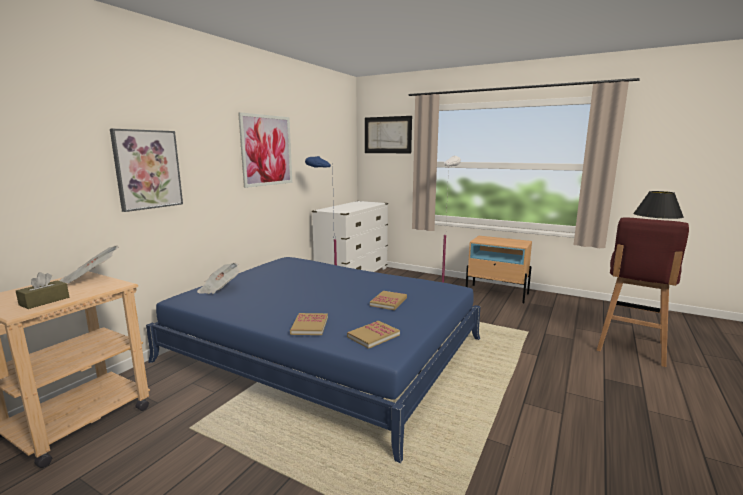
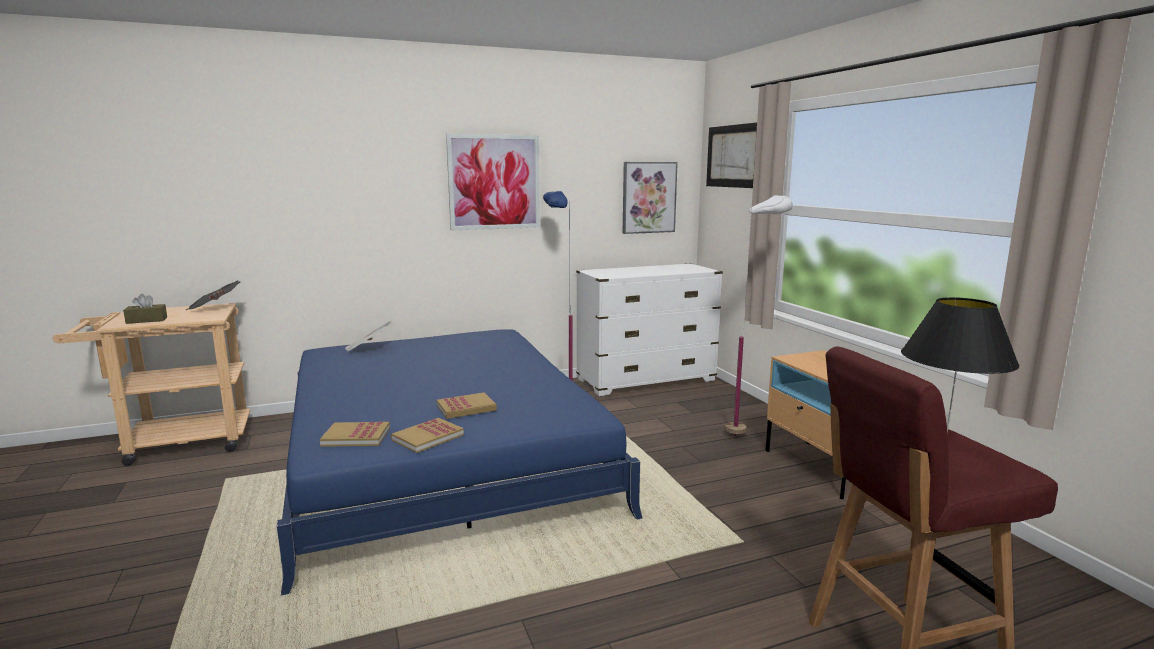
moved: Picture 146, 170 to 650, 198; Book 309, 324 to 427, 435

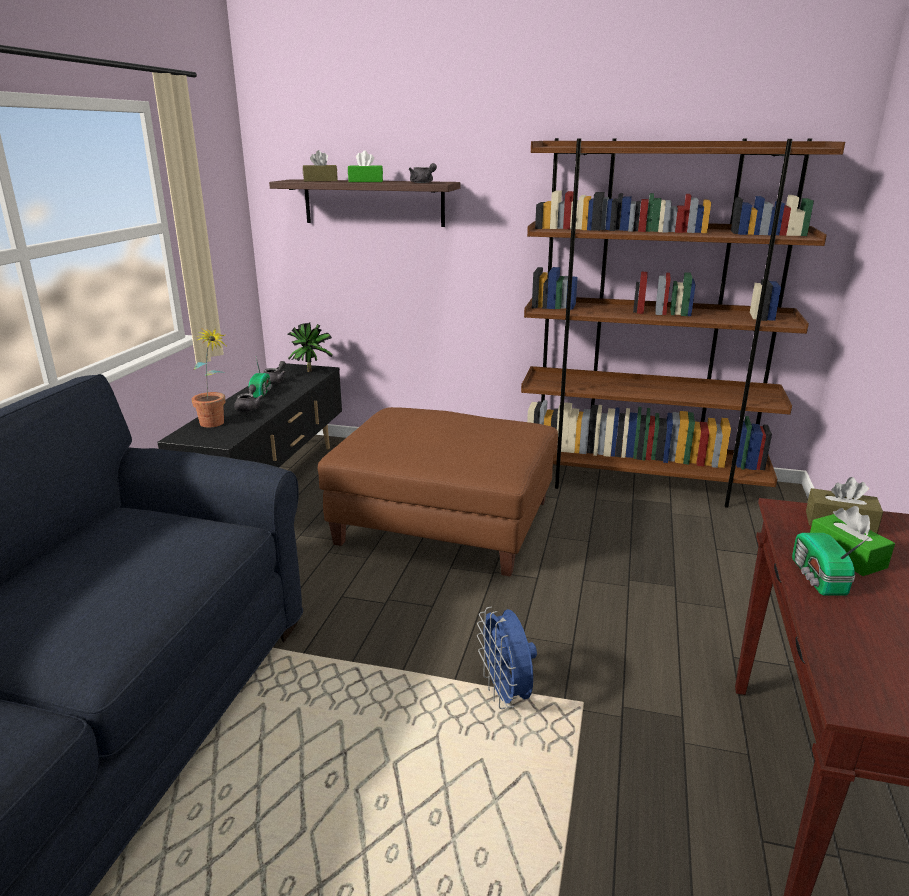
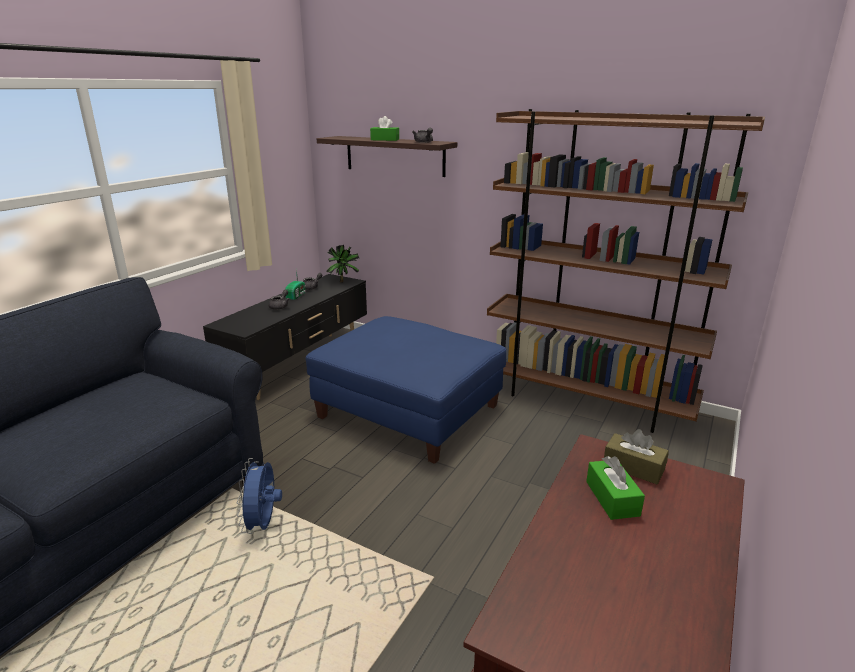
removed: PottedPlant 209, 377; BrownTissueBox 320, 166; Radio 831, 564
moved: BlueFan 507, 658 to 259, 496
recoloured: BrownOttoman 438, 492 to BlueOttoman 406, 390

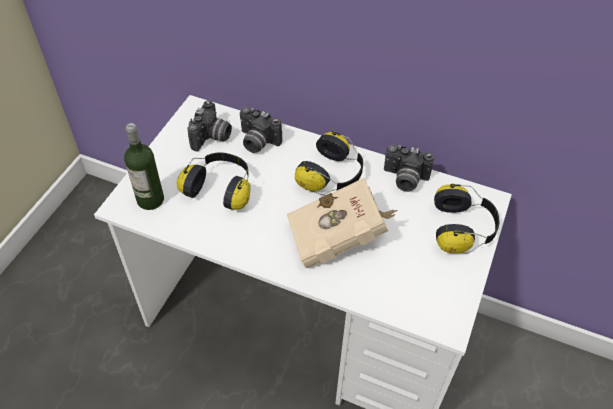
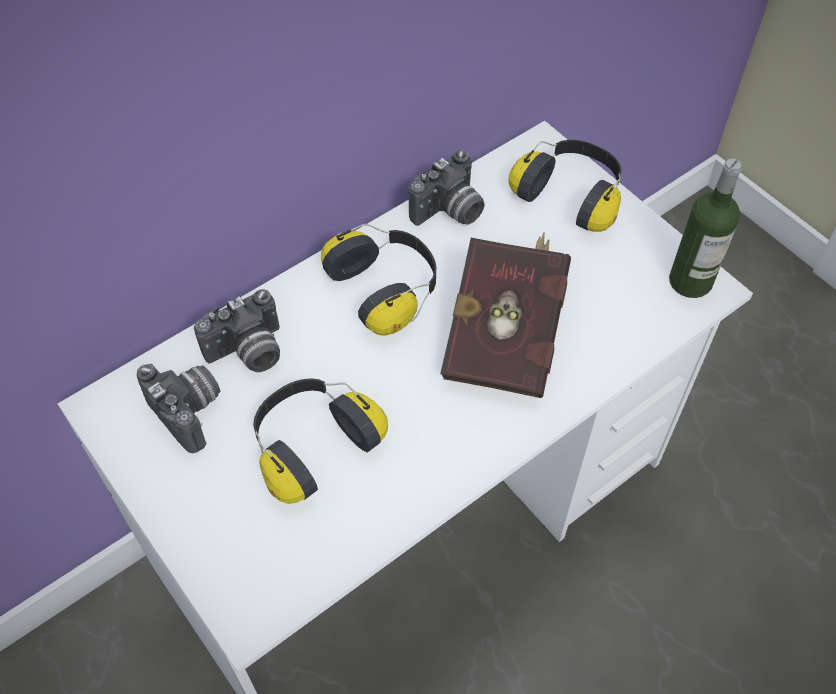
moved: Bottle 144, 166 to 705, 228
recoloured: BeigeBook 342, 223 to RedBook 505, 315

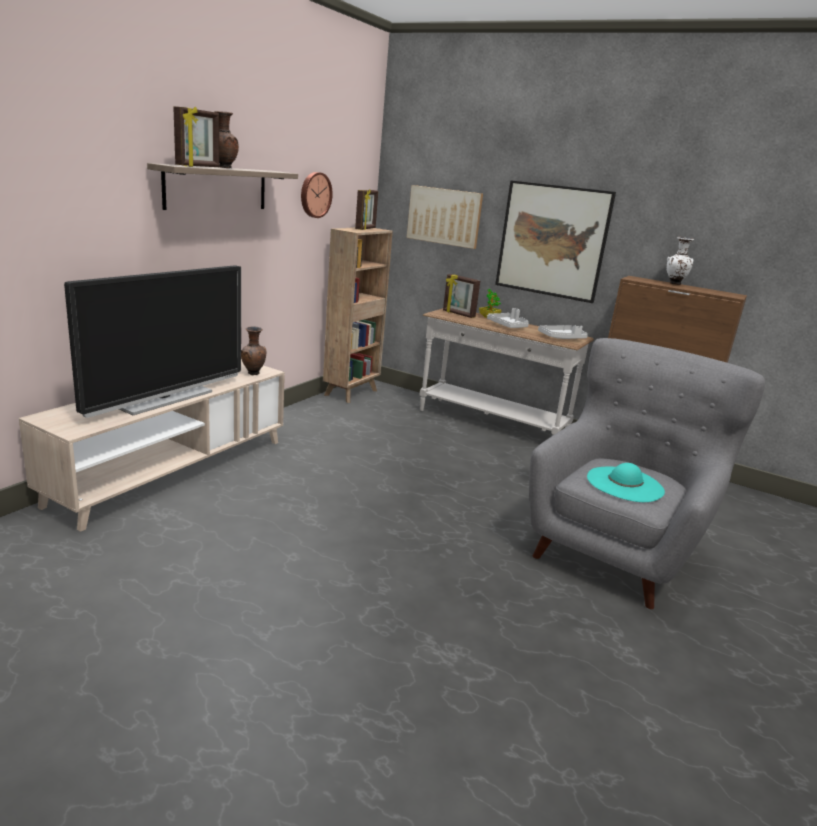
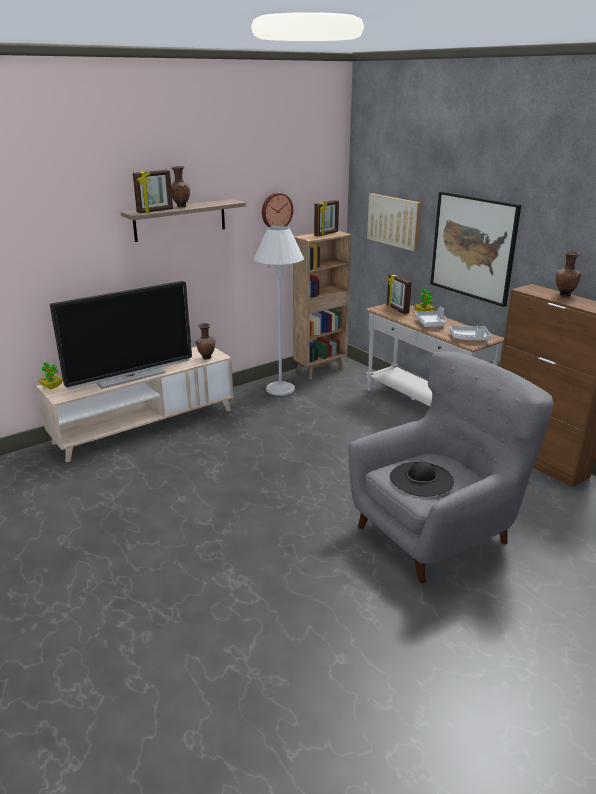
added: PottedPlant 50, 376; WhiteFloorLamp 279, 311
recoloured: TurquoiseHat 626, 482 to BlackHat 422, 479; WhiteVase 680, 261 to BrownVase 568, 274

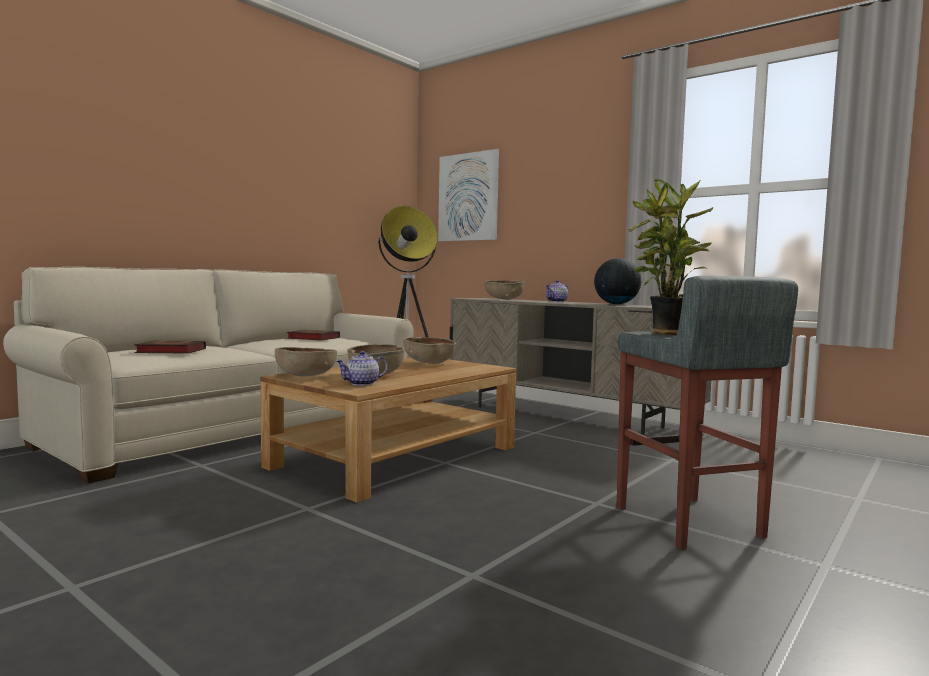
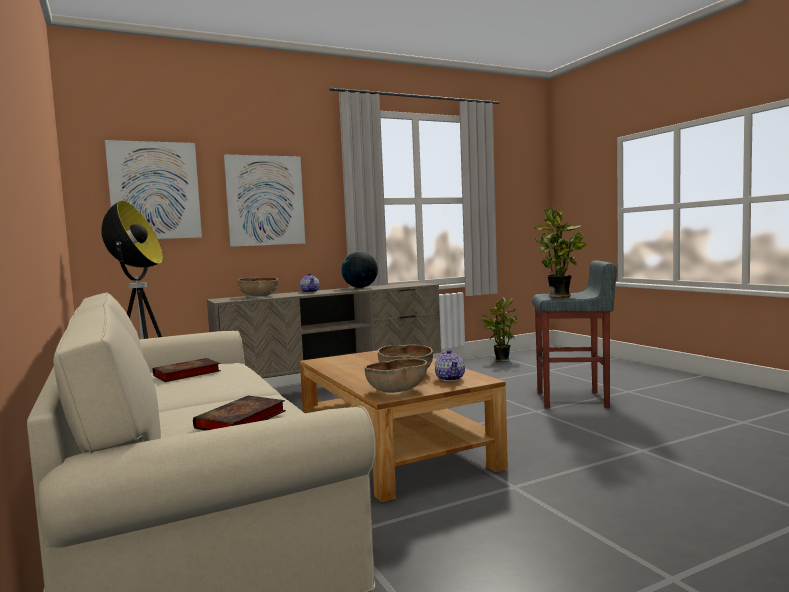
removed: BrownBowl 429, 350
added: Picture 265, 201; PottedPlant 499, 329

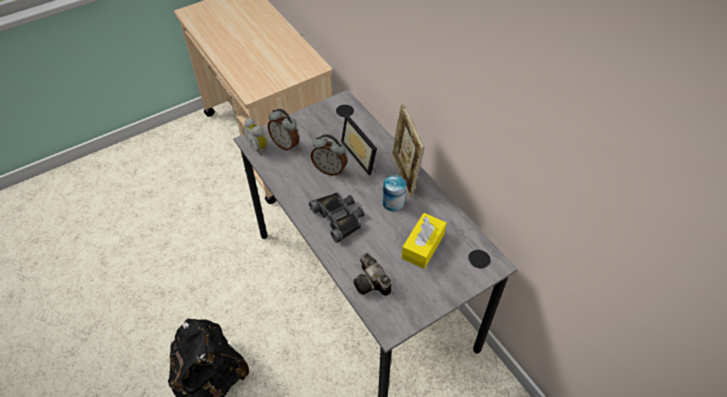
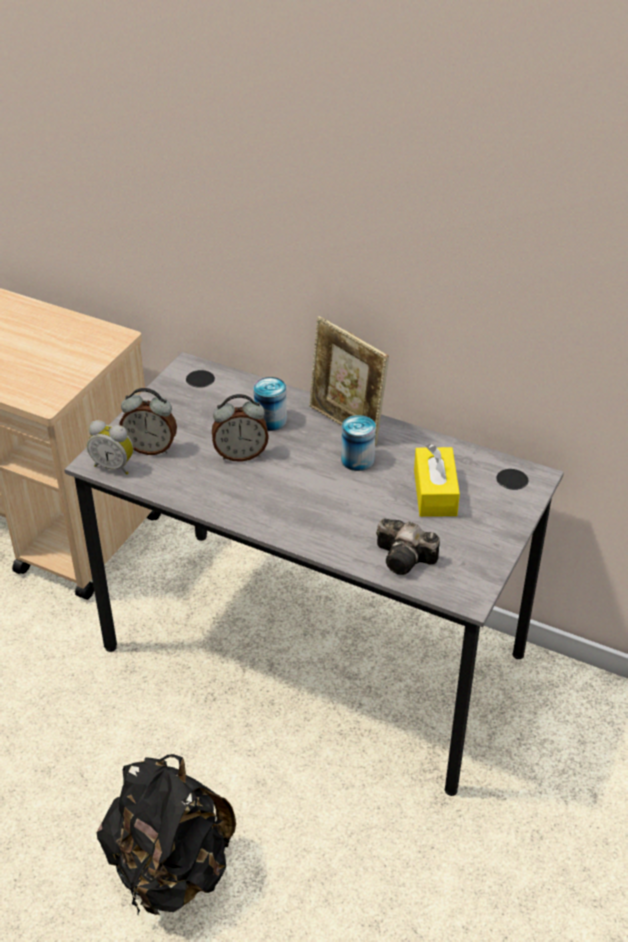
removed: BlackBinoculars 337, 218
replaced: PictureFrame 359, 144 to Can 270, 404

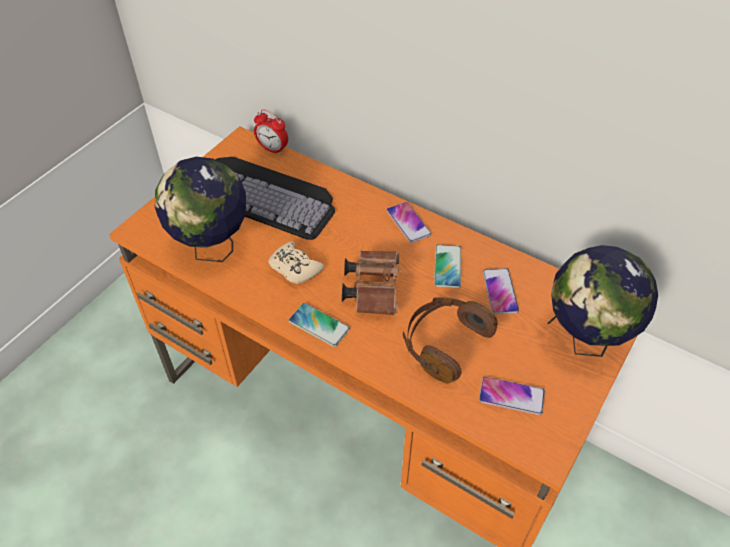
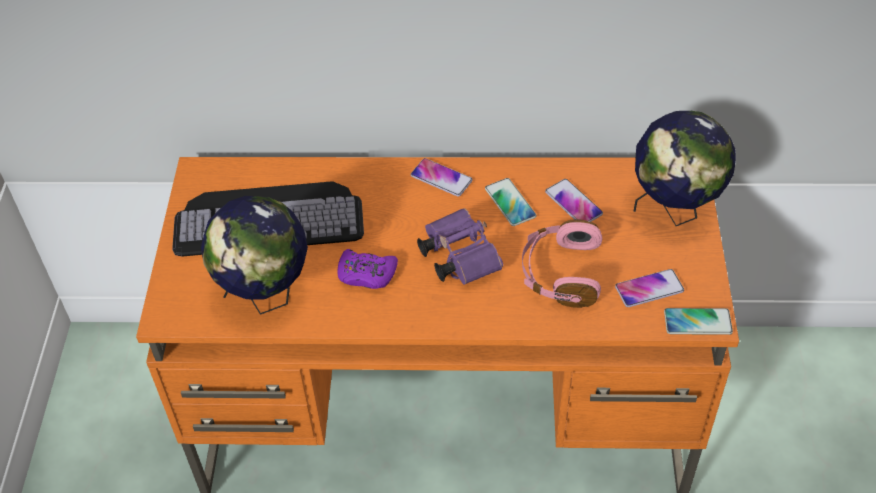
removed: AlarmClock 271, 132
moved: Phone 319, 325 to 698, 321
recoloured: BeigeGameController 296, 263 to PurpleGameController 367, 269; BrownBinoculars 372, 283 to PurpleBinoculars 460, 246; BrownHeadphones 450, 340 to PinkHeadphones 562, 263

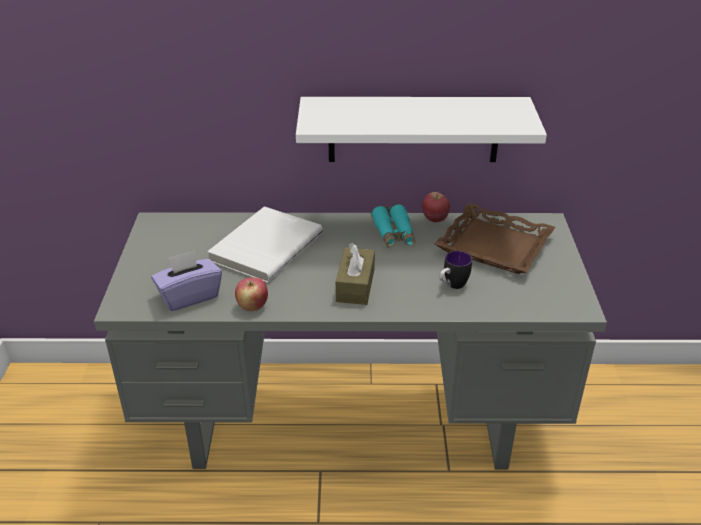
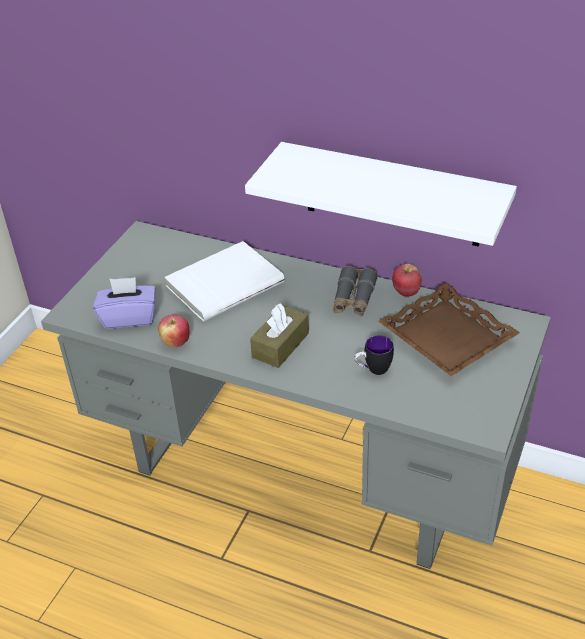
recoloured: TurquoiseBinoculars 393, 226 to GreyBinoculars 355, 291

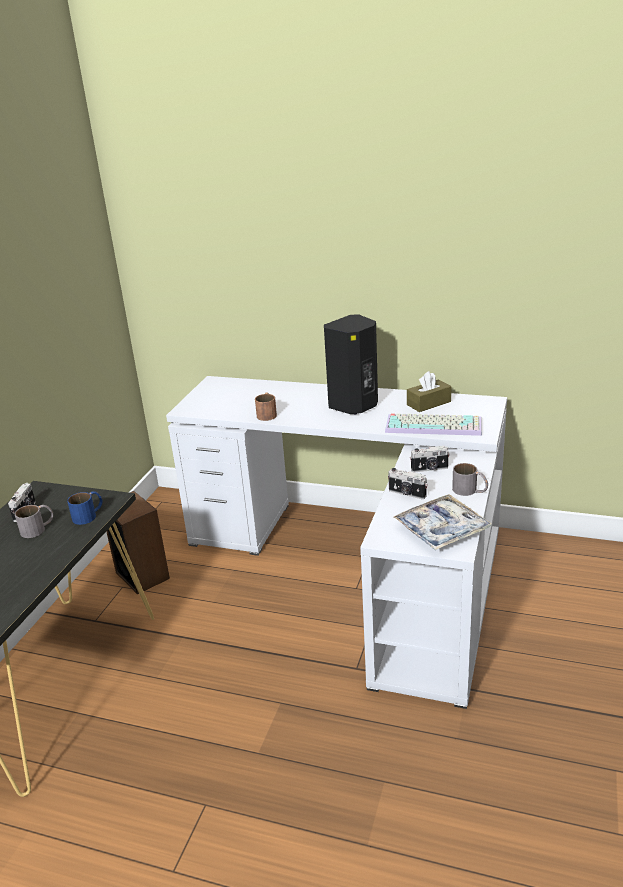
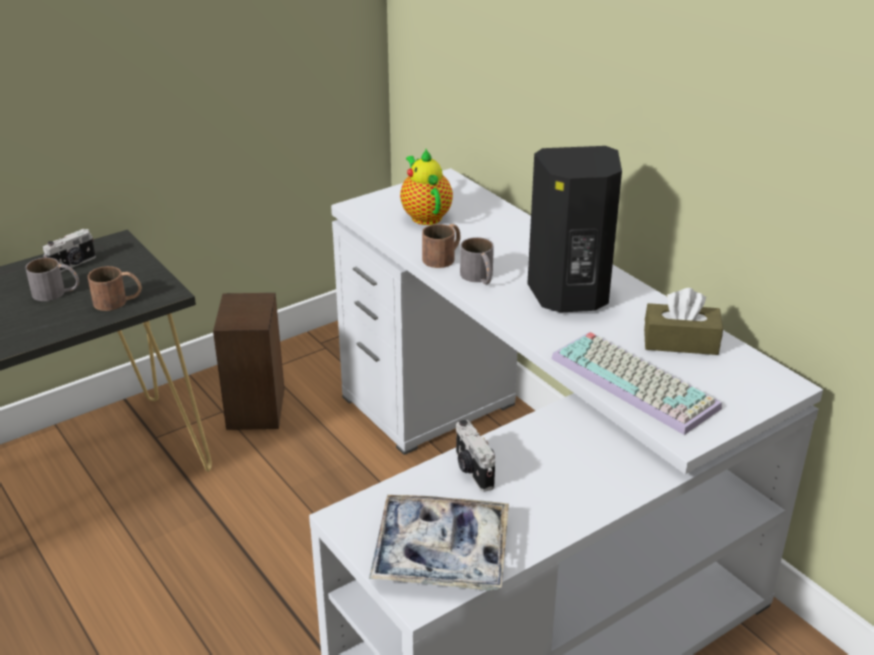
removed: PhotoCamera 430, 459
added: Teapot 426, 187
moved: GreyMug 470, 479 to 477, 260
recoloured: BlueMug 85, 508 to BrownMug 115, 288

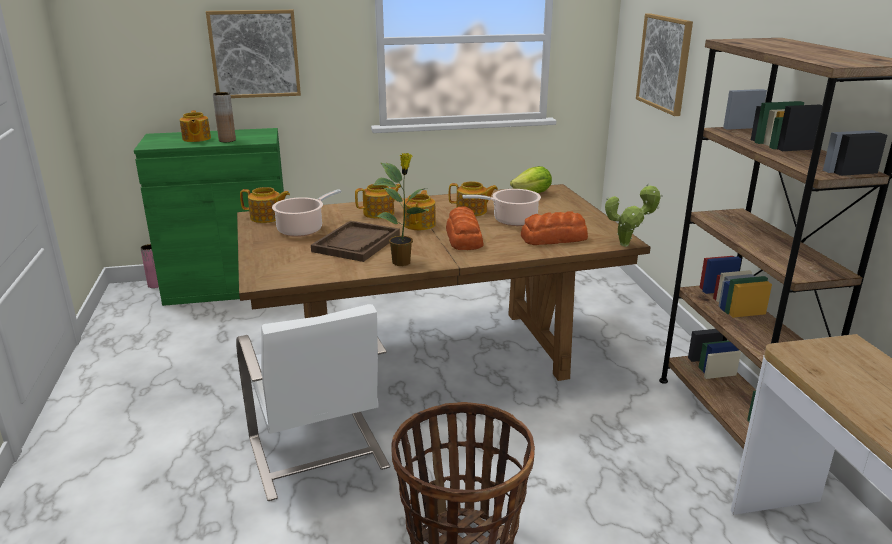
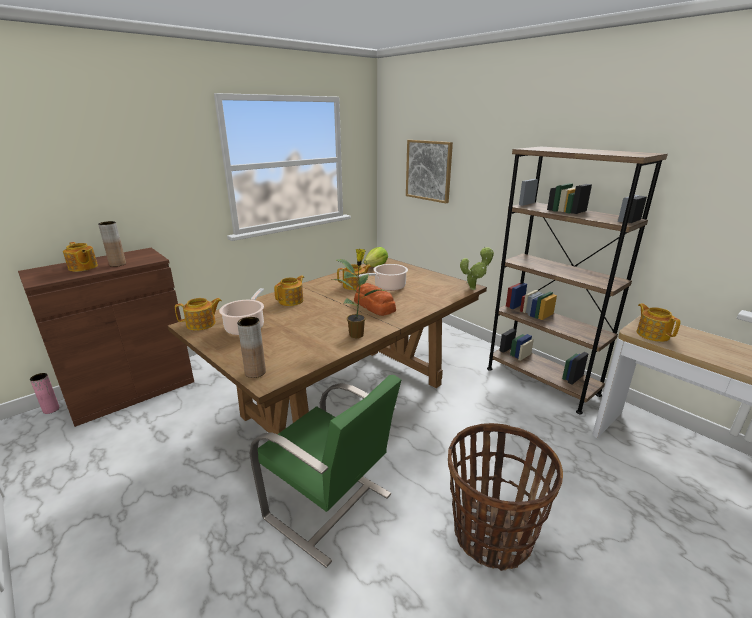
removed: Picture 253, 54; BrownTray 355, 241; Bread 554, 228
added: BrownVase 251, 347
moved: Teapot 419, 210 to 659, 322
recoloured: GreenCabinet 209, 217 to BrownCabinet 106, 337; WhiteChair 313, 402 to GreenChair 325, 471

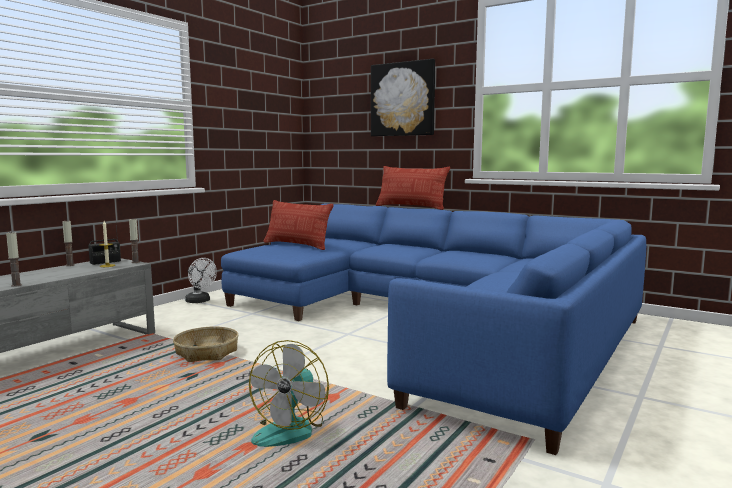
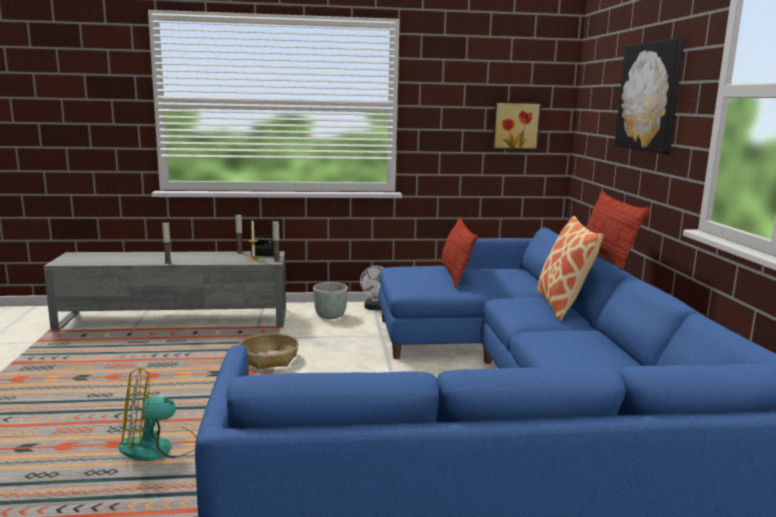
added: GreyPlanter 330, 300; Picture 517, 125; Pillow 570, 268

